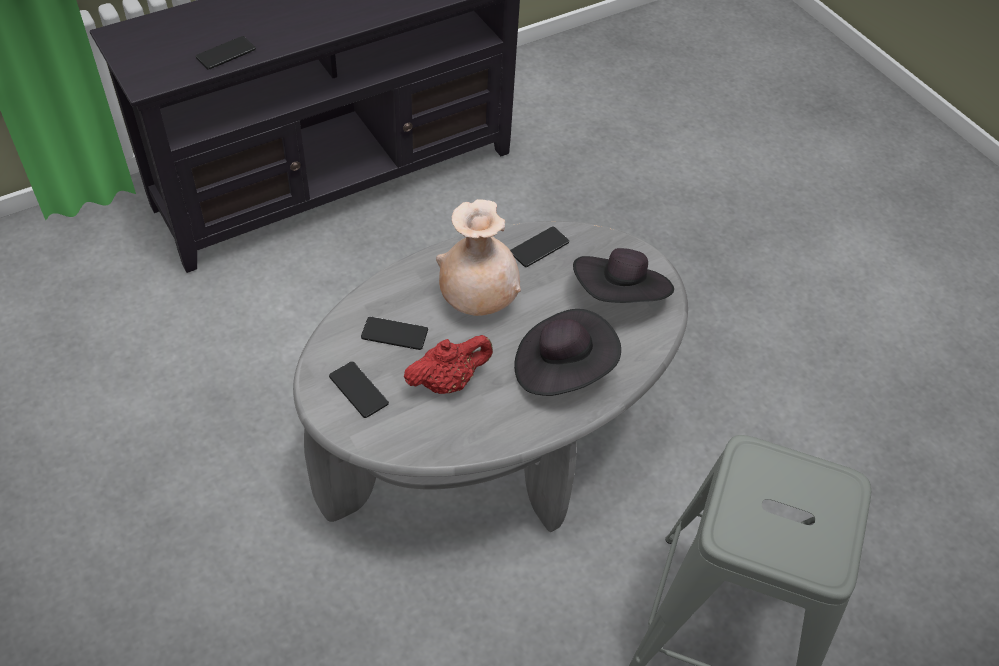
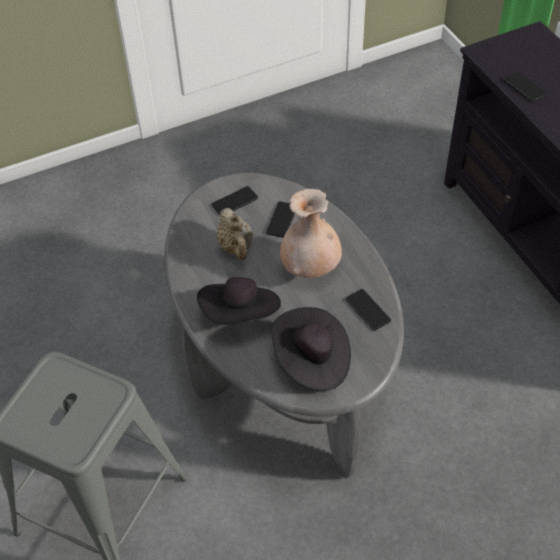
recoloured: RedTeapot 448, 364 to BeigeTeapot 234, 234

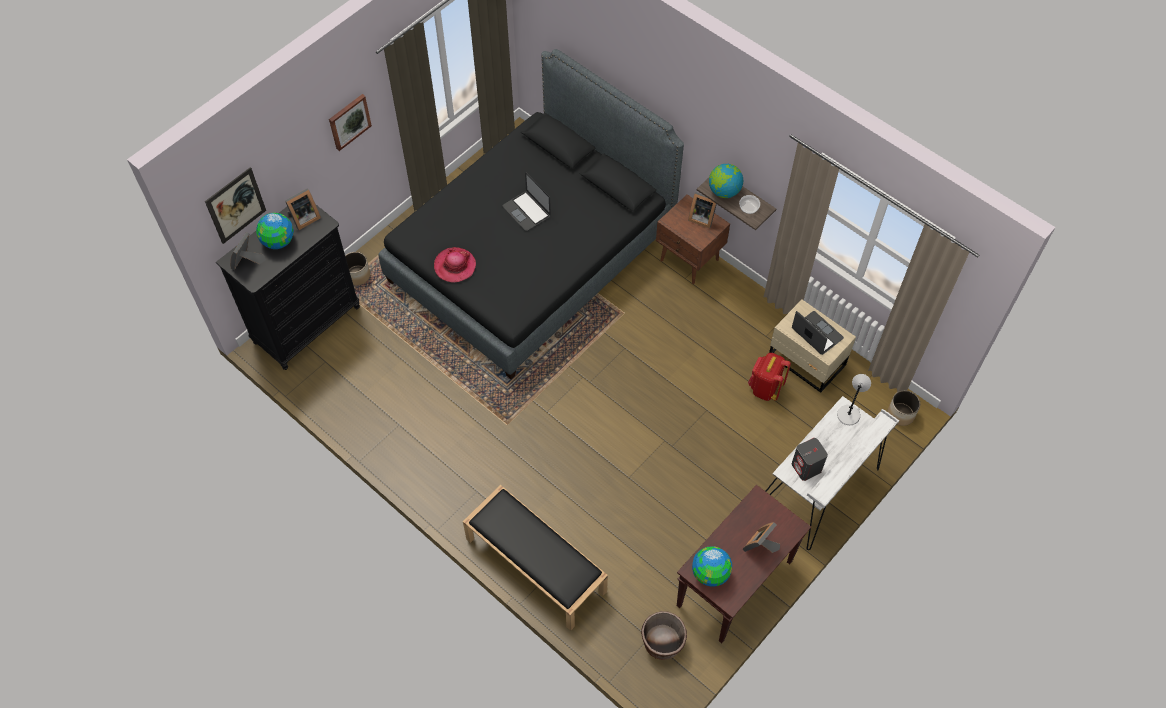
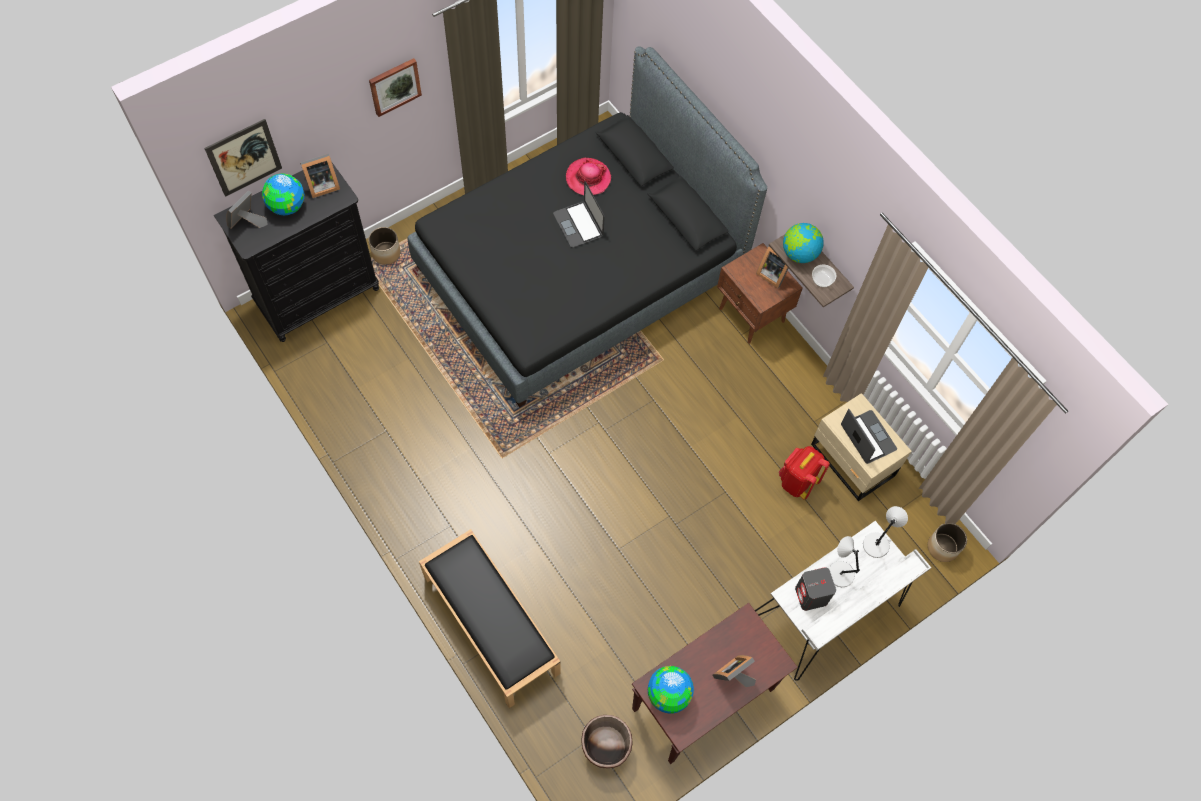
added: GreyTableLamp 844, 561
moved: Hat 455, 264 to 588, 176

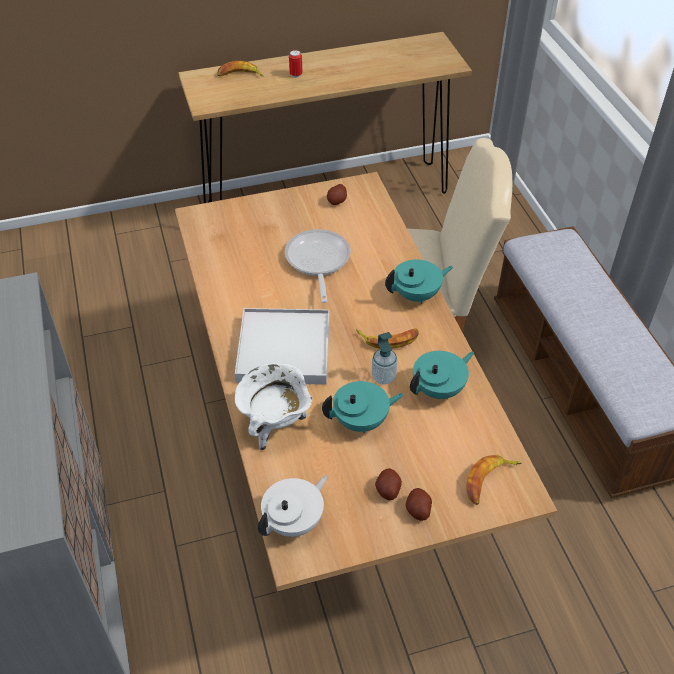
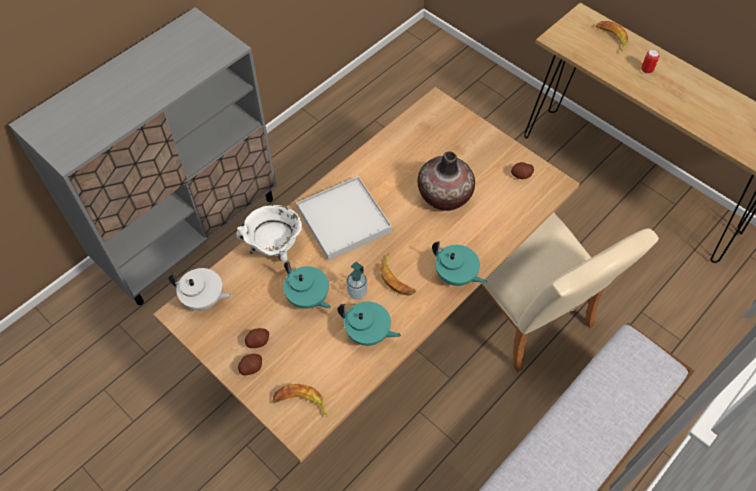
replaced: FryingPan 318, 266 to Vase 446, 181

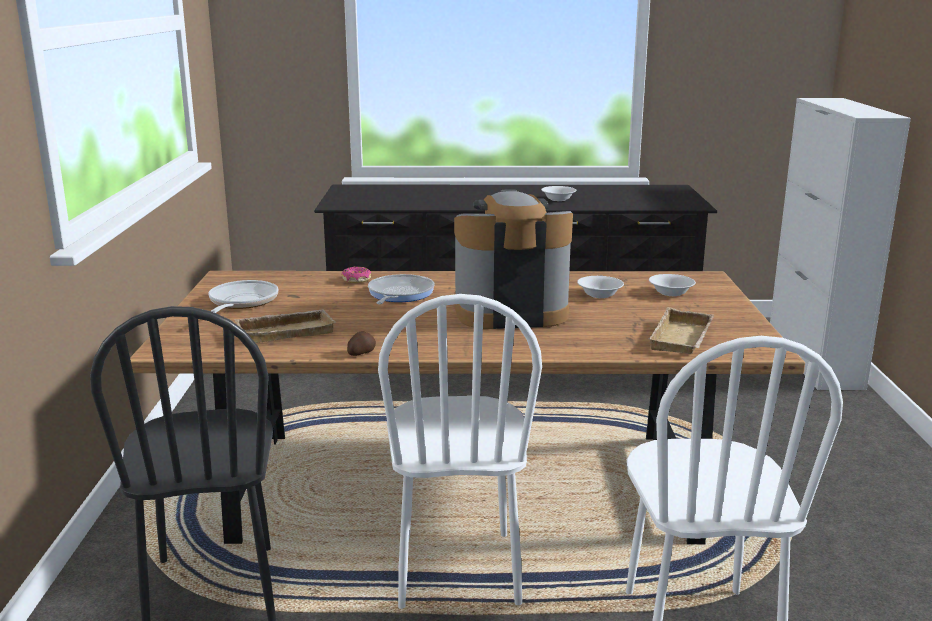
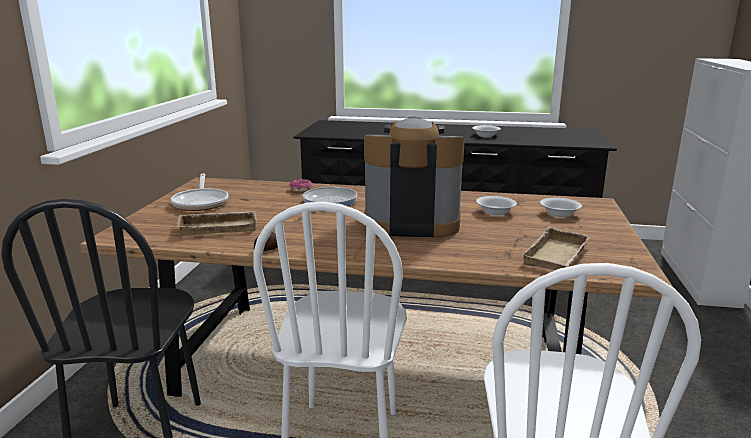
turned: FryingPan 243, 296 = 200, 192 150 degrees clockwise

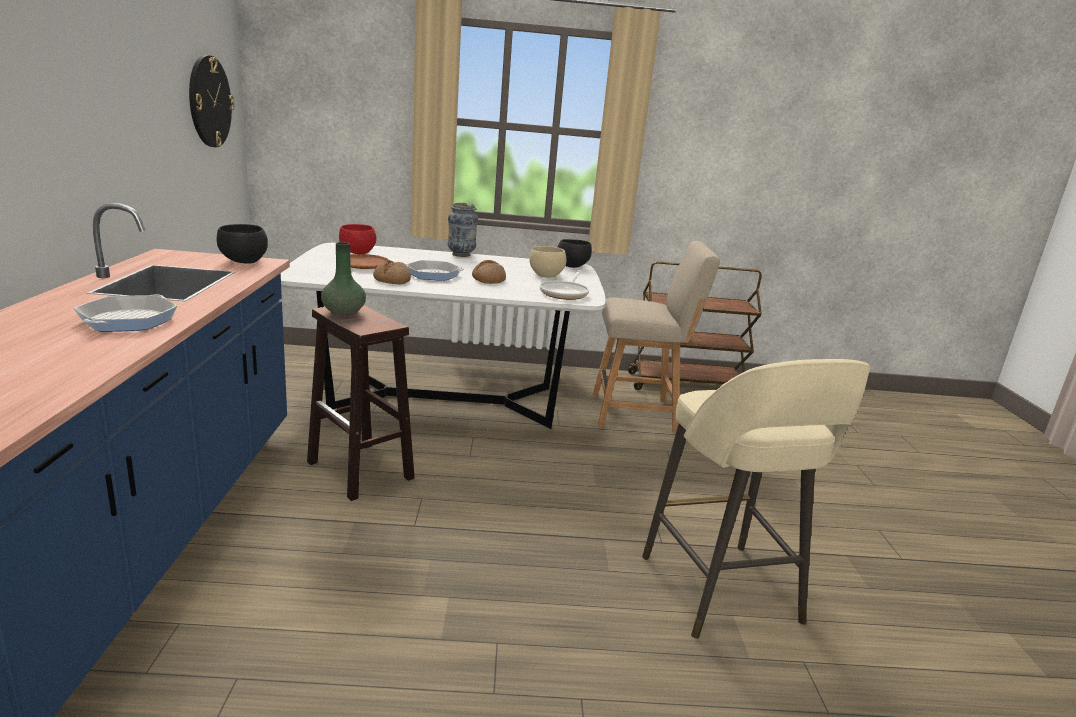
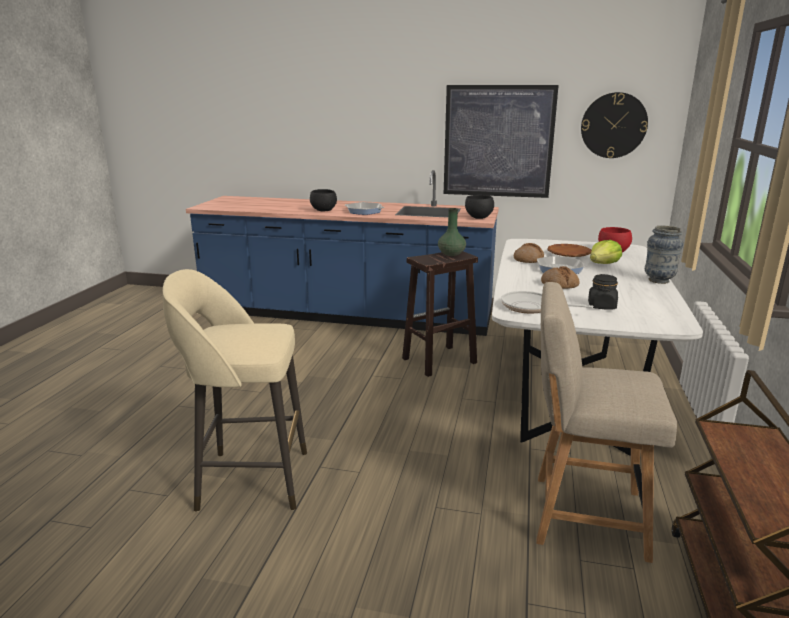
added: Picture 501, 141; Lettuce 606, 252
moved: BlackBowl 575, 253 to 323, 200
replaced: BeigeBowl 547, 261 to BlackJar 603, 292
turned: BeigeChair 656, 337 = 606, 422 90 degrees clockwise

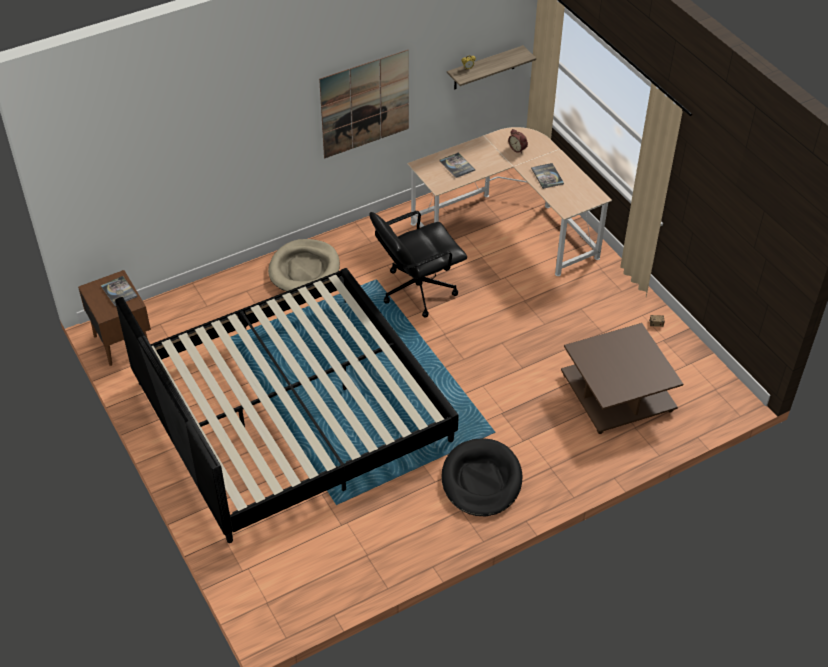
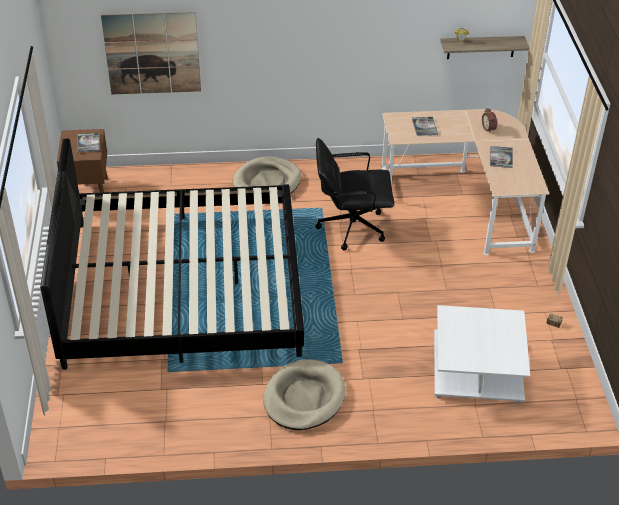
moved: Picture 364, 104 to 151, 53
recoloured: BlackDogBed 481, 477 to BeigeDogBed 304, 394; BrownCoffeeTable 622, 378 to WhiteCoffeeTable 482, 354

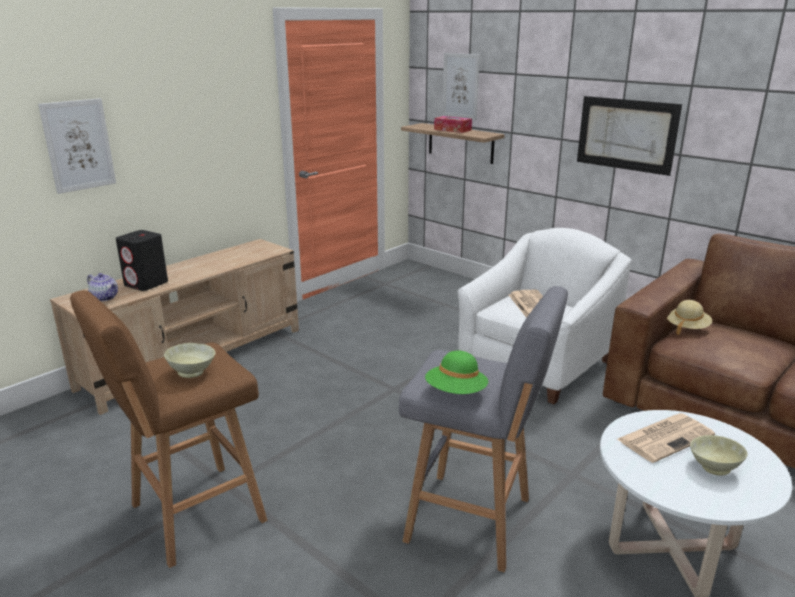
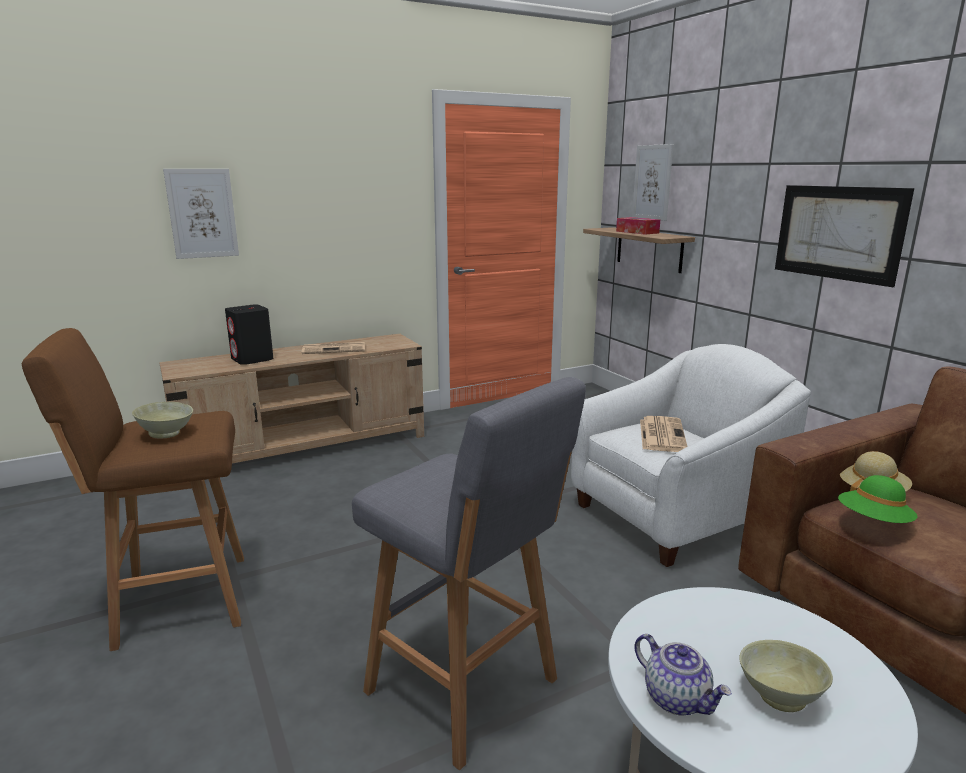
moved: Teapot 102, 287 to 683, 674; GreenHat 456, 372 to 878, 499; Newspaper 666, 438 to 333, 348

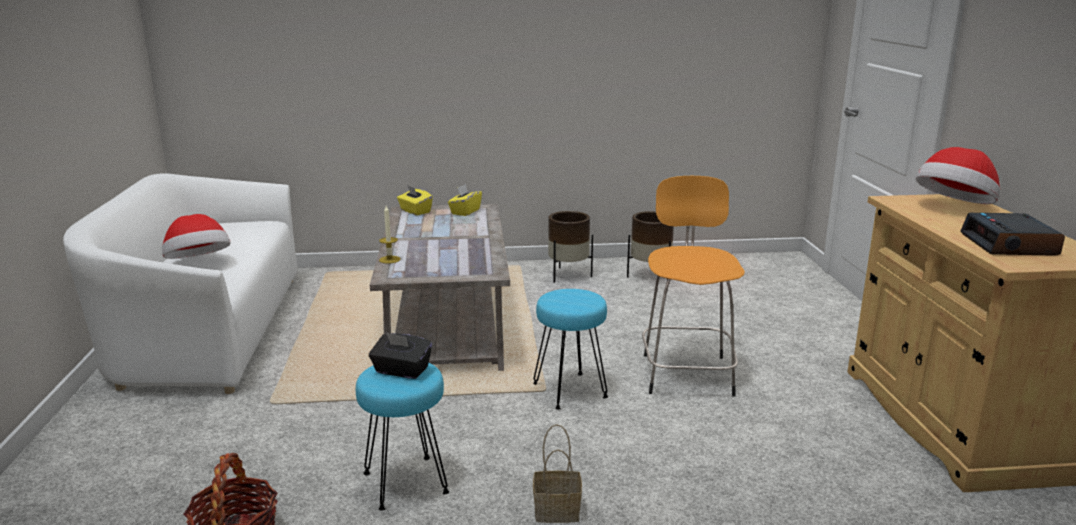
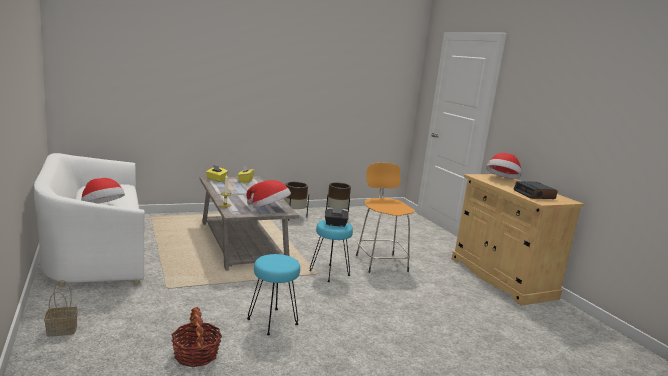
added: Hat 268, 194
moved: BlackTissueBox 400, 355 to 337, 217; Basket 557, 473 to 61, 308

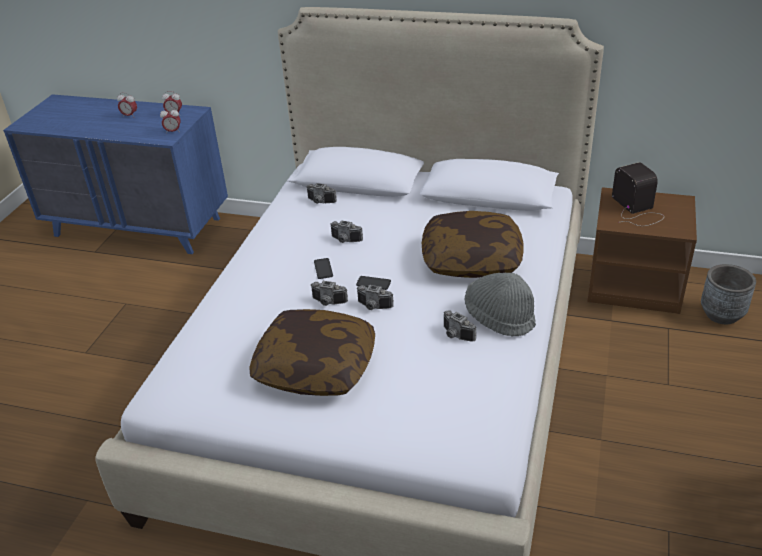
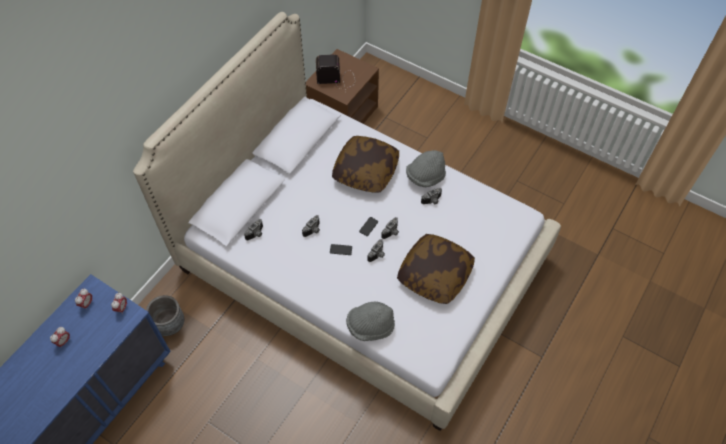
added: GreyHat 370, 321
moved: GreyPlanter 728, 294 to 165, 315

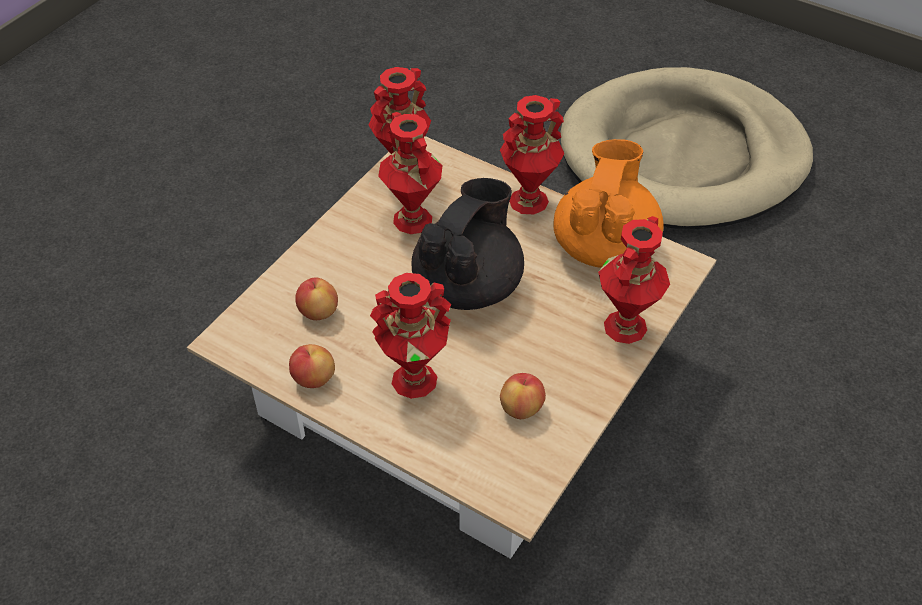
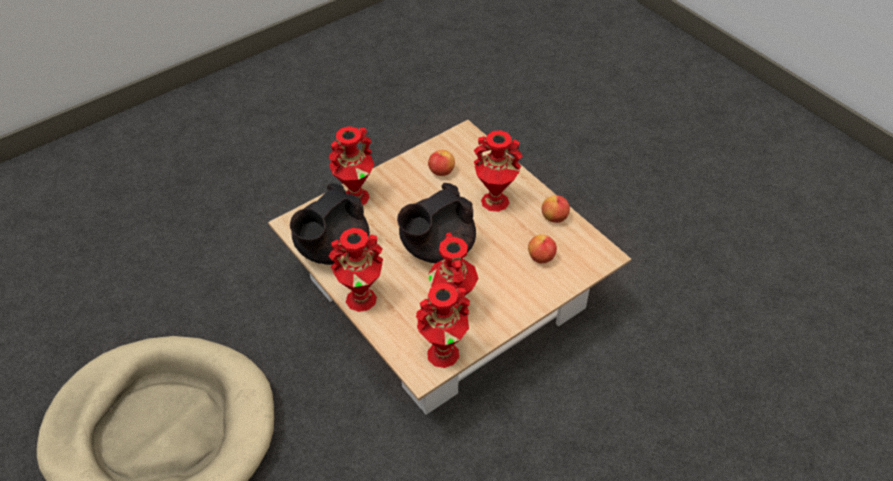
recoloured: OrangeTeapot 609, 203 to BlackTeapot 330, 224

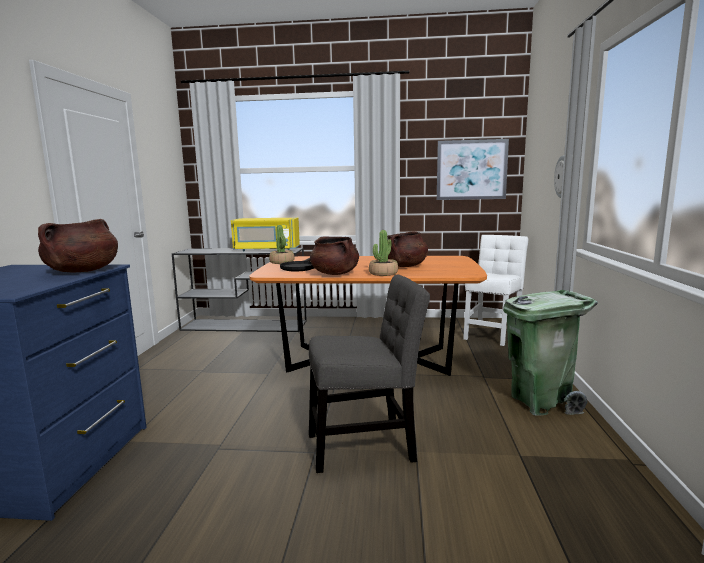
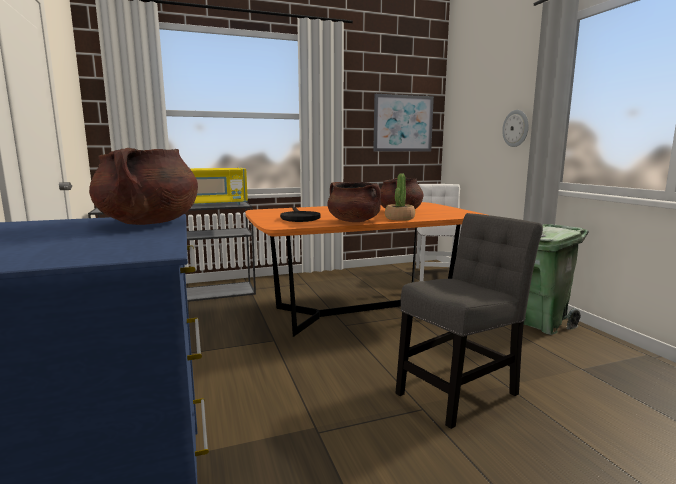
removed: PottedPlant 281, 244

